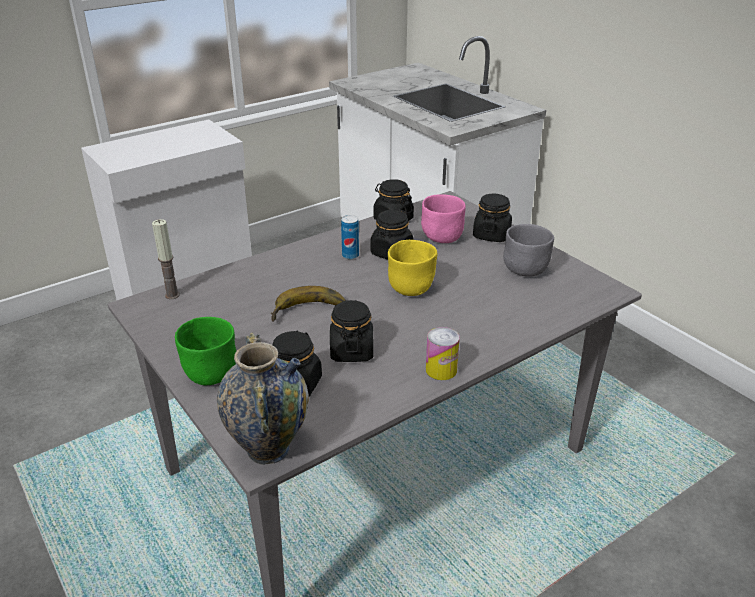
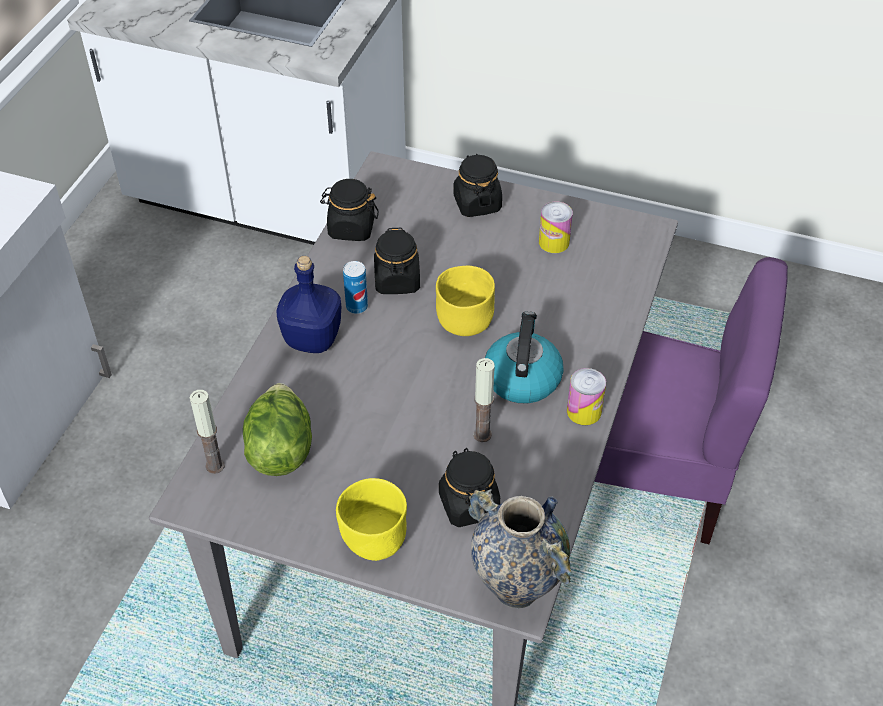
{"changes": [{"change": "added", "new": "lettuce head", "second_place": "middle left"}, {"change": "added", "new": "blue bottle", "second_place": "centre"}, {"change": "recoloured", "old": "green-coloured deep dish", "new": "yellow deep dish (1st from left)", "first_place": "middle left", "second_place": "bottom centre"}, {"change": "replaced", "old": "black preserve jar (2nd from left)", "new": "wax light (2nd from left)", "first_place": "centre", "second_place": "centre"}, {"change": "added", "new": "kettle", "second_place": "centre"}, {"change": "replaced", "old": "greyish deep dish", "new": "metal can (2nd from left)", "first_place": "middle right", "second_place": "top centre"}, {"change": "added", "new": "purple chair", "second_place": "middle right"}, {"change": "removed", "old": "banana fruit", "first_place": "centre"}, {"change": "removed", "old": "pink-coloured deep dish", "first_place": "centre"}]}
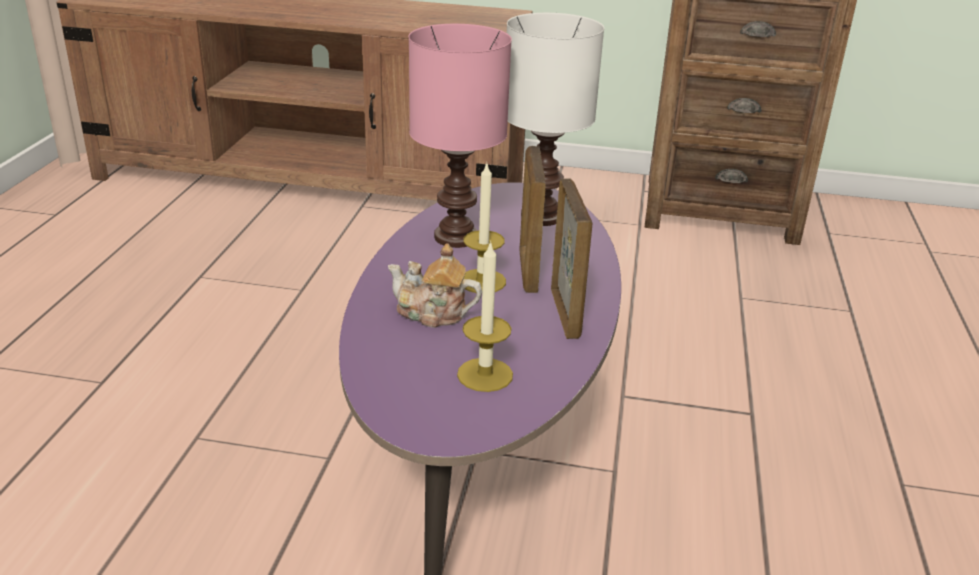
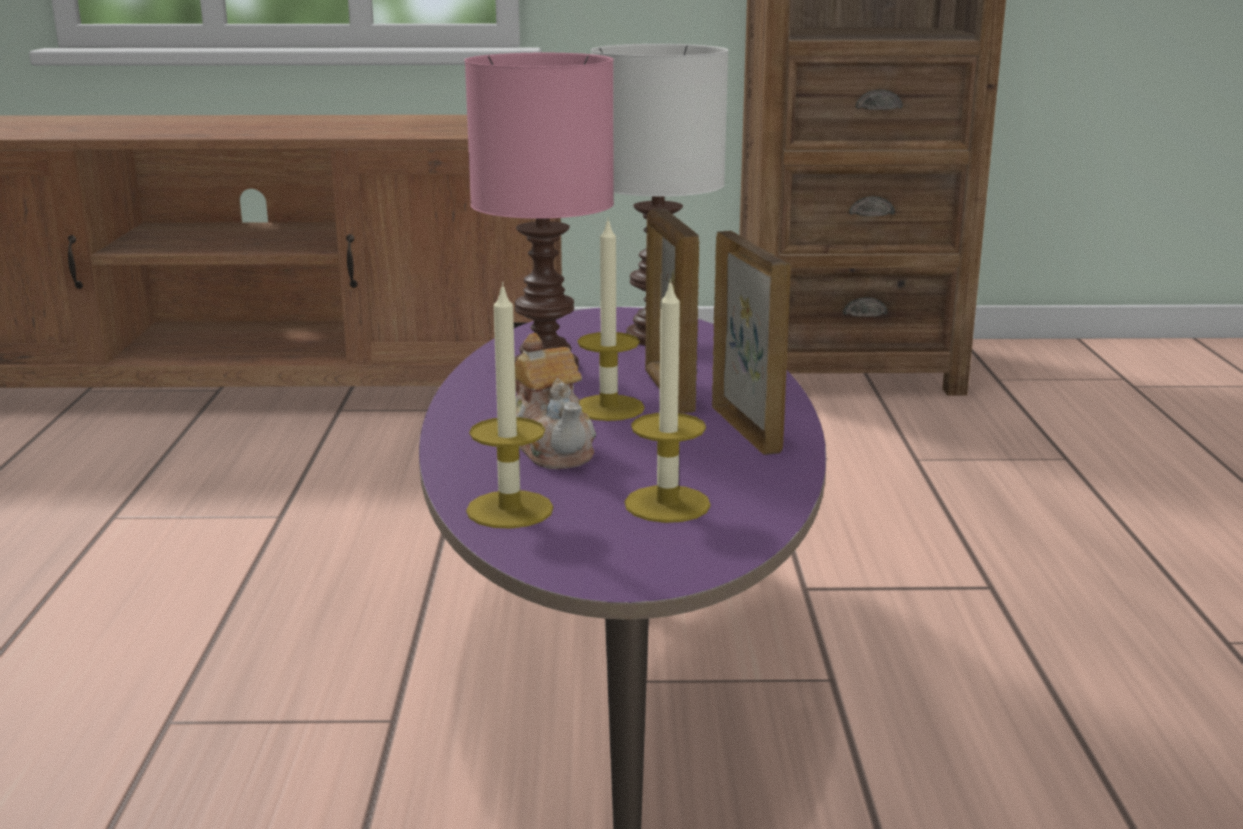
{"changes": [{"change": "added", "new": "wax light (1st from left)", "second_place": "centre"}, {"change": "turned", "old": "tea pot", "first_place": "centre", "second_place": "centre", "degrees": -120}]}
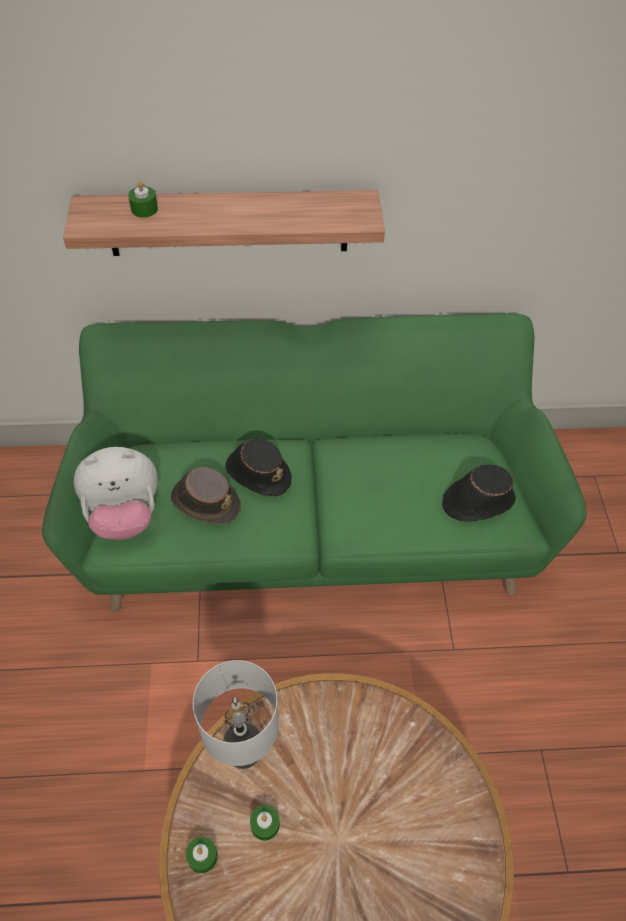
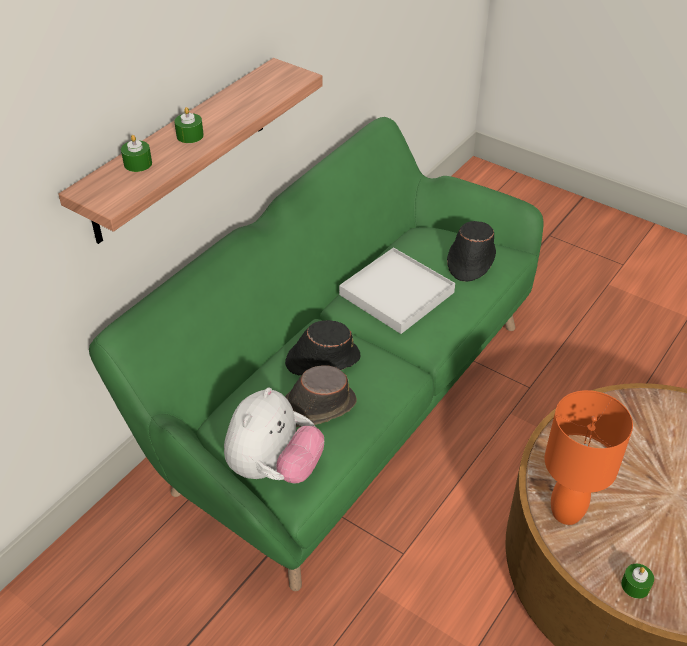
{"changes": [{"change": "moved", "old": "green-coloured wax light (3rd from left in the first image)", "new": "green-coloured wax light (2nd from left)", "first_place": "bottom centre", "second_place": "top left"}, {"change": "added", "new": "whitish carrying tray", "second_place": "centre"}, {"change": "recoloured", "old": "greyish tabletop lamp", "new": "orange-coloured tabletop lamp", "first_place": "bottom centre", "second_place": "bottom right"}]}
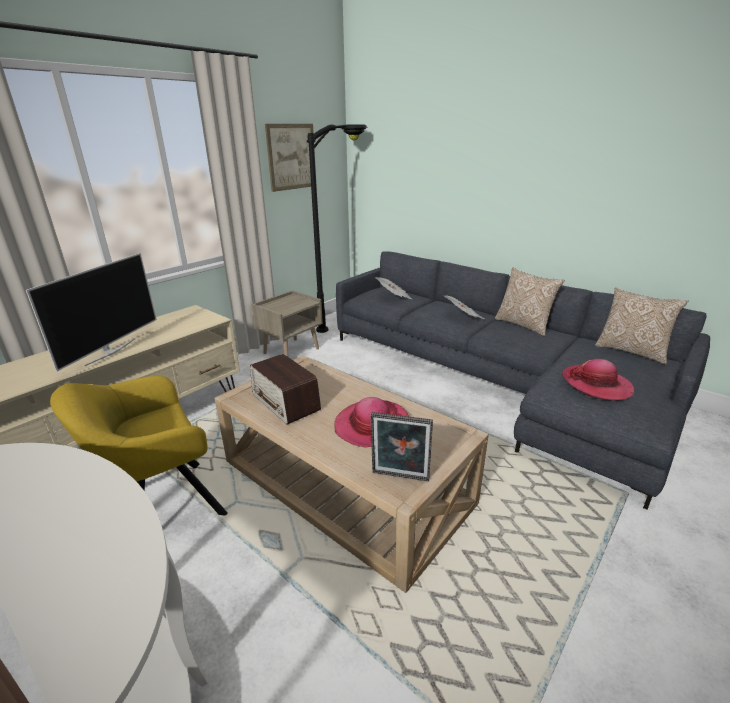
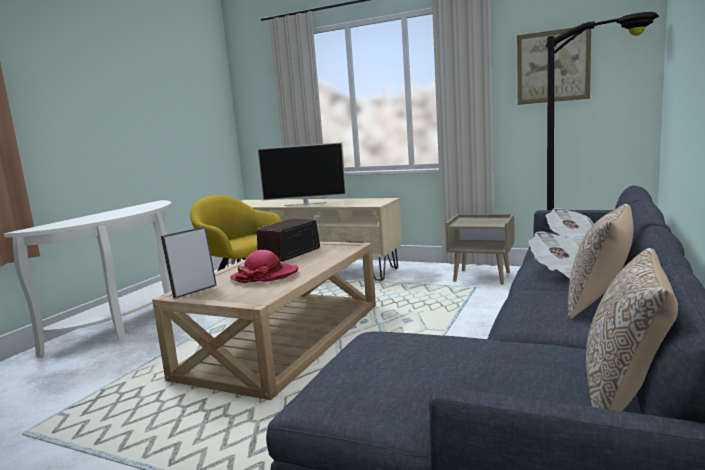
{"changes": [{"change": "turned", "old": "picture frame", "first_place": "centre", "second_place": "middle left", "degrees": 45}, {"change": "removed", "old": "hat (2nd from left)", "first_place": "middle right"}]}
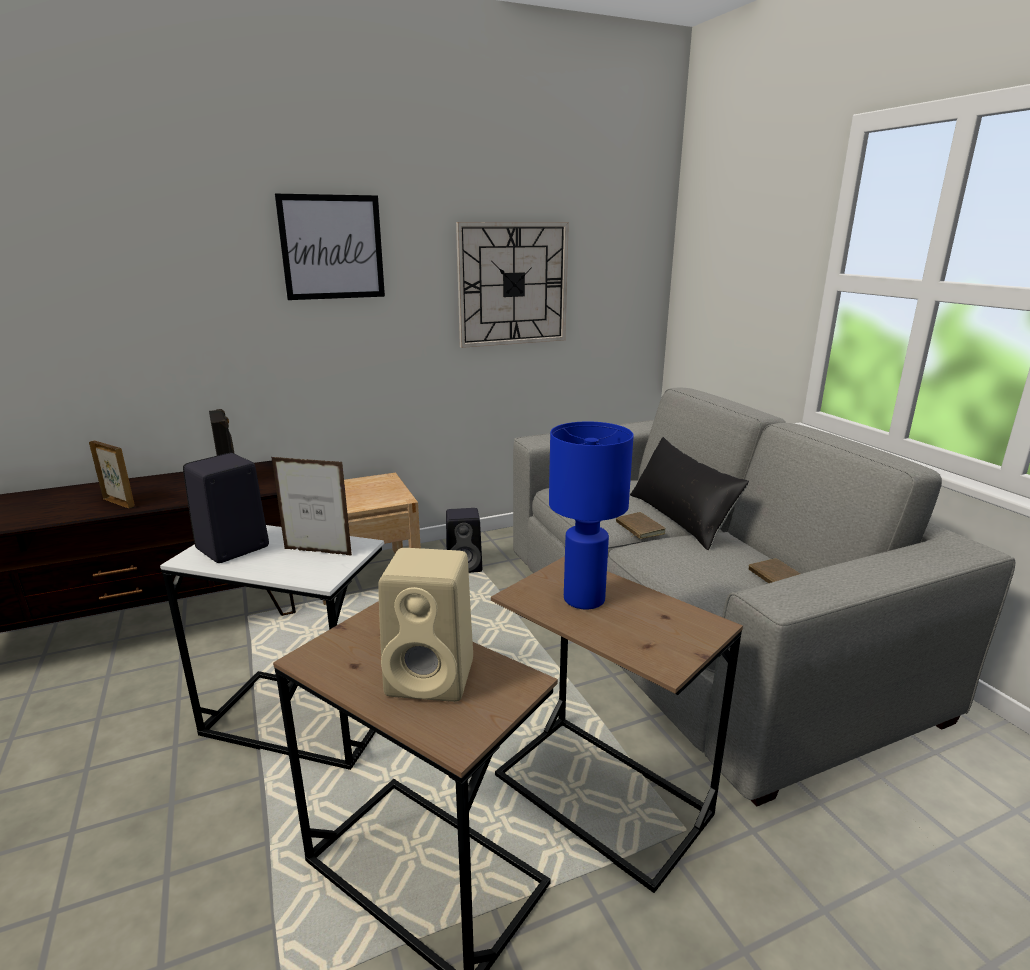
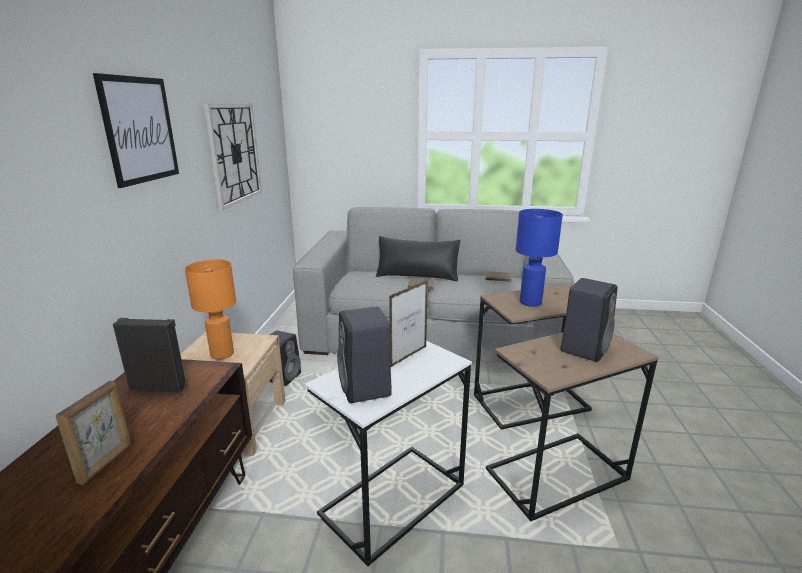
{"changes": [{"change": "turned", "old": "picture frame (1st from left)", "first_place": "middle left", "second_place": "bottom left", "degrees": 135}, {"change": "added", "new": "orange-coloured tabletop lamp", "second_place": "middle left"}, {"change": "recoloured", "old": "sand-coloured speaker", "new": "black speaker (4th from left)", "first_place": "centre", "second_place": "middle right"}]}
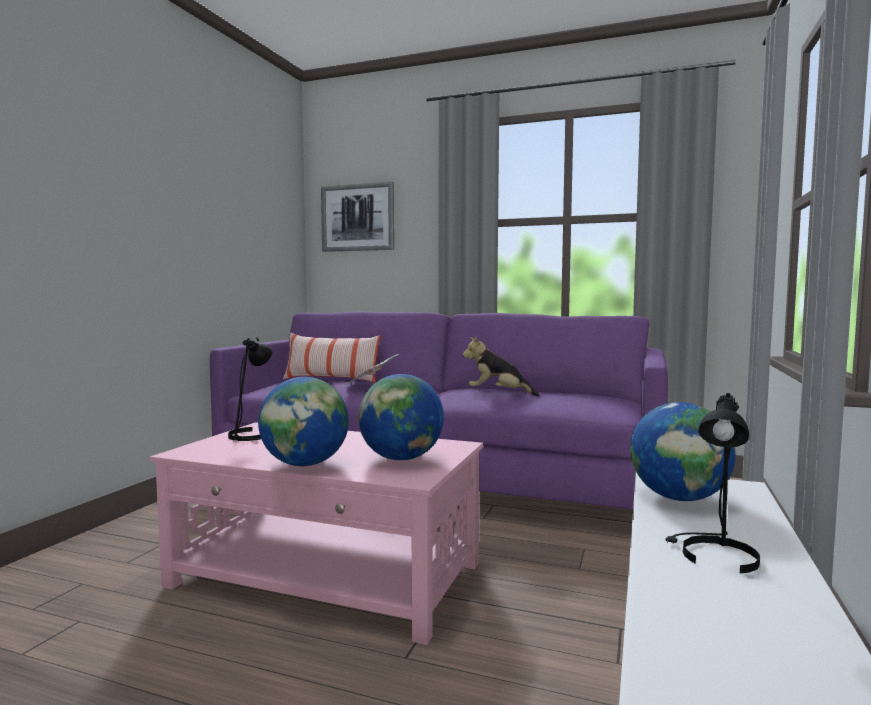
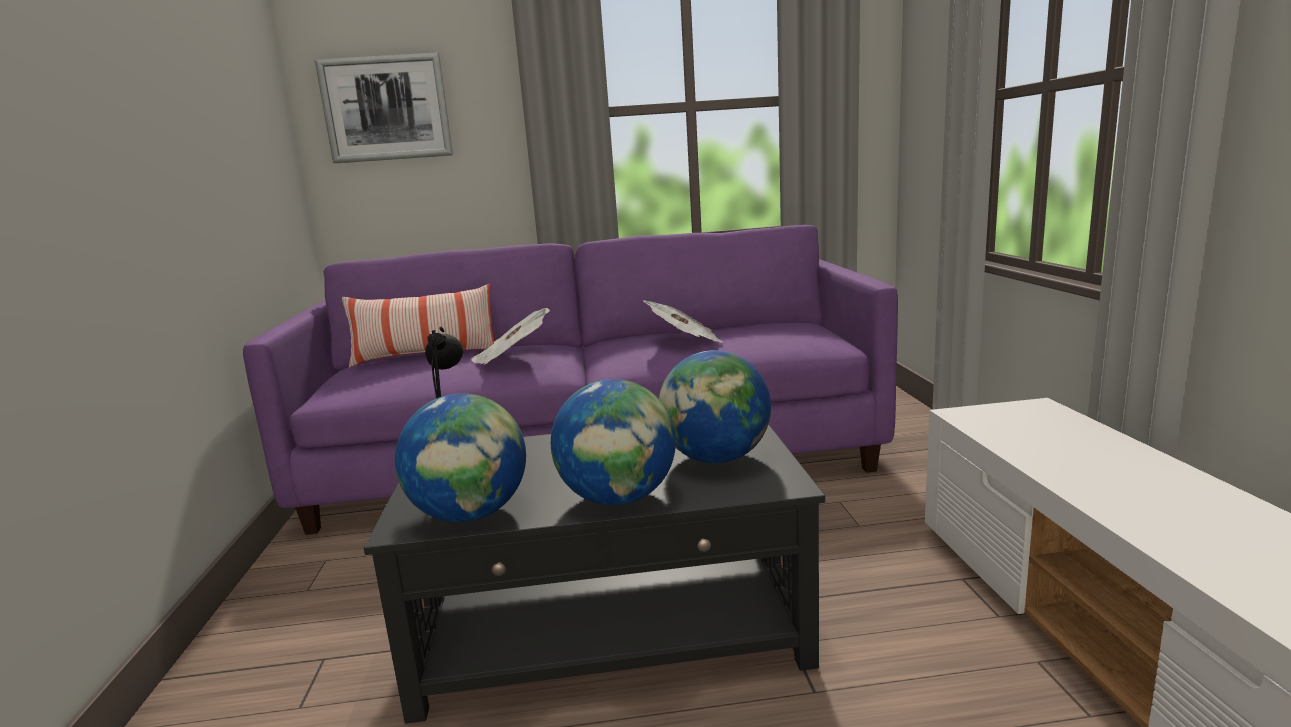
{"changes": [{"change": "recoloured", "old": "pink-coloured lounge table", "new": "black lounge table", "first_place": "bottom centre", "second_place": "bottom centre"}, {"change": "moved", "old": "world globe (3rd from left in the first image)", "new": "world globe (1st from left)", "first_place": "middle right", "second_place": "centre"}, {"change": "replaced", "old": "cuddly toy", "new": "daily paper (2nd from left)", "first_place": "centre", "second_place": "centre"}, {"change": "removed", "old": "black tabletop lamp (2nd from left)", "first_place": "bottom right"}]}
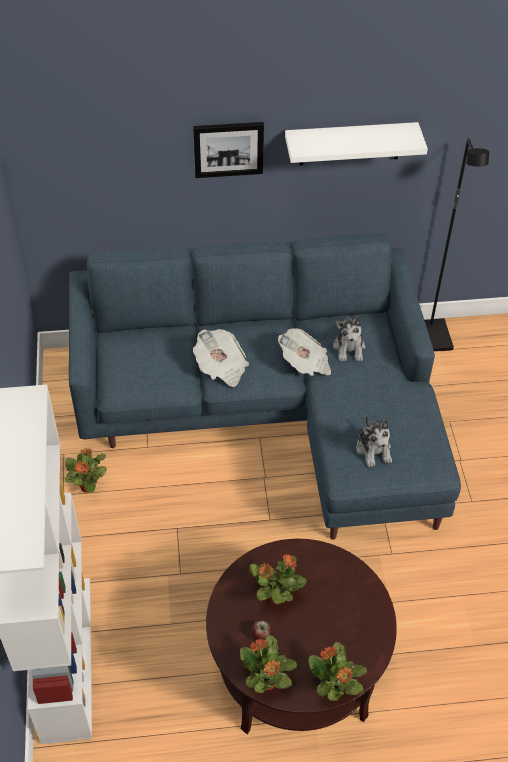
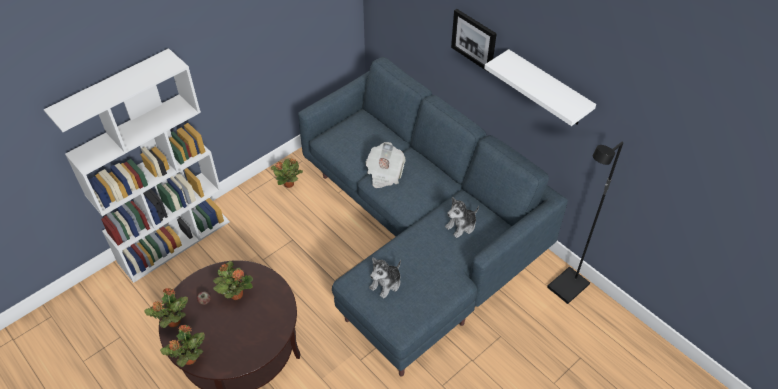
{"changes": [{"change": "removed", "old": "daily paper (2nd from left)", "first_place": "centre"}]}
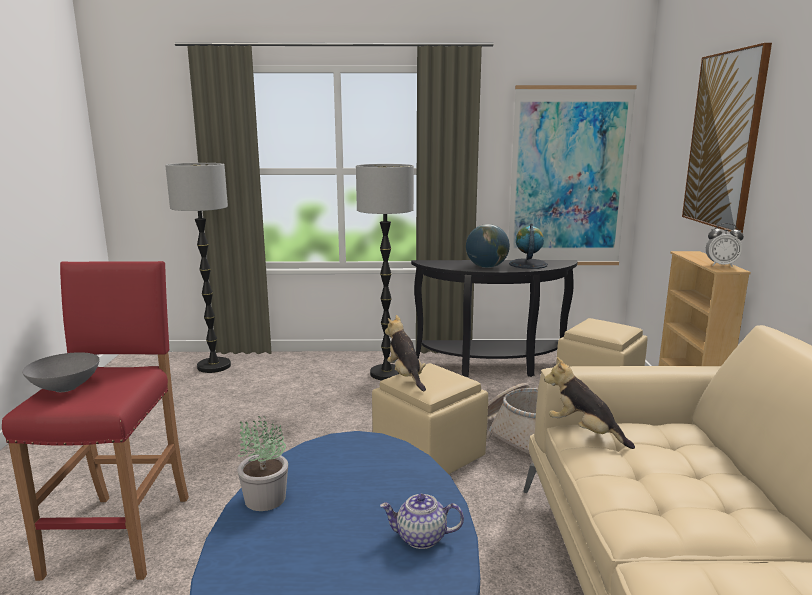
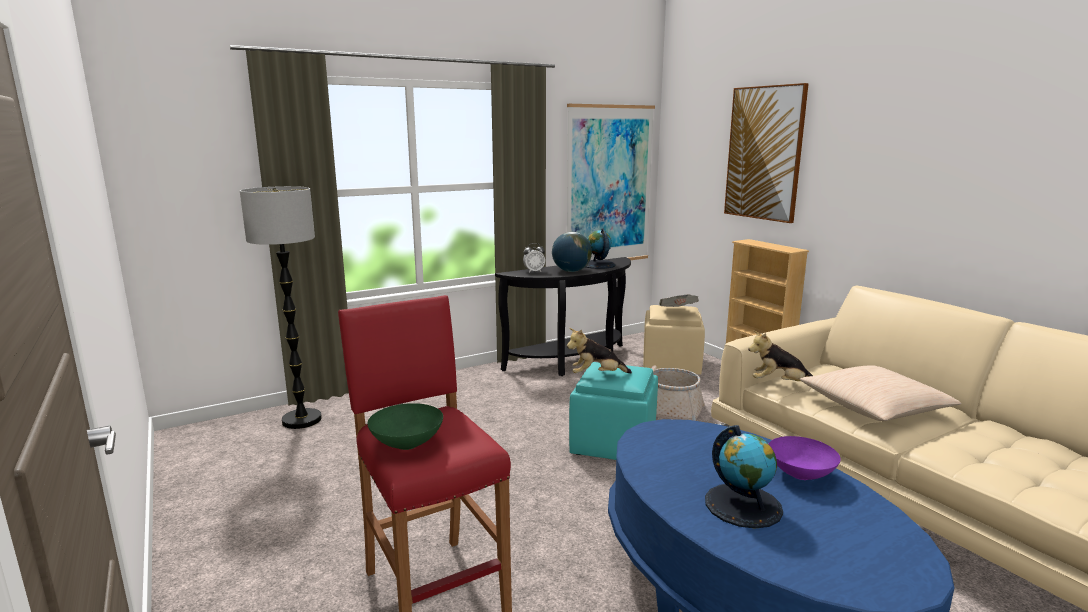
{"changes": [{"change": "recoloured", "old": "greyish deep dish", "new": "green-coloured deep dish", "first_place": "middle left", "second_place": "bottom centre"}, {"change": "moved", "old": "alarm clock", "first_place": "middle right", "second_place": "centre"}, {"change": "turned", "old": "cuddly toy (1st from left)", "first_place": "centre", "second_place": "centre", "degrees": -45}, {"change": "recoloured", "old": "sand-coloured ottoman (1st from left)", "new": "turquoise ottoman", "first_place": "bottom centre", "second_place": "bottom centre"}, {"change": "added", "new": "daily paper", "second_place": "centre"}, {"change": "added", "new": "world globe (3rd from left)", "second_place": "bottom right"}, {"change": "replaced", "old": "tea pot", "new": "purple deep dish", "first_place": "bottom centre", "second_place": "bottom right"}, {"change": "added", "new": "sand-coloured pillow", "second_place": "middle right"}, {"change": "removed", "old": "houseplant", "first_place": "bottom left"}, {"change": "removed", "old": "floor lamp (2nd from left)", "first_place": "centre"}]}
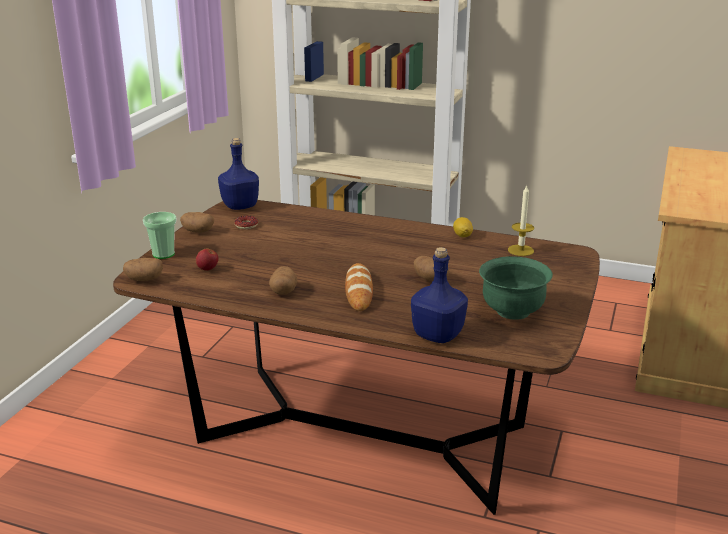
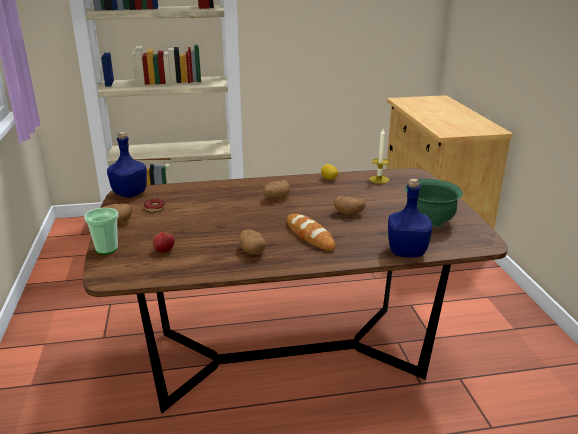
{"changes": [{"change": "moved", "old": "whole potato (1st from left in the first image)", "new": "whole potato (3rd from left)", "first_place": "middle left", "second_place": "centre"}]}
